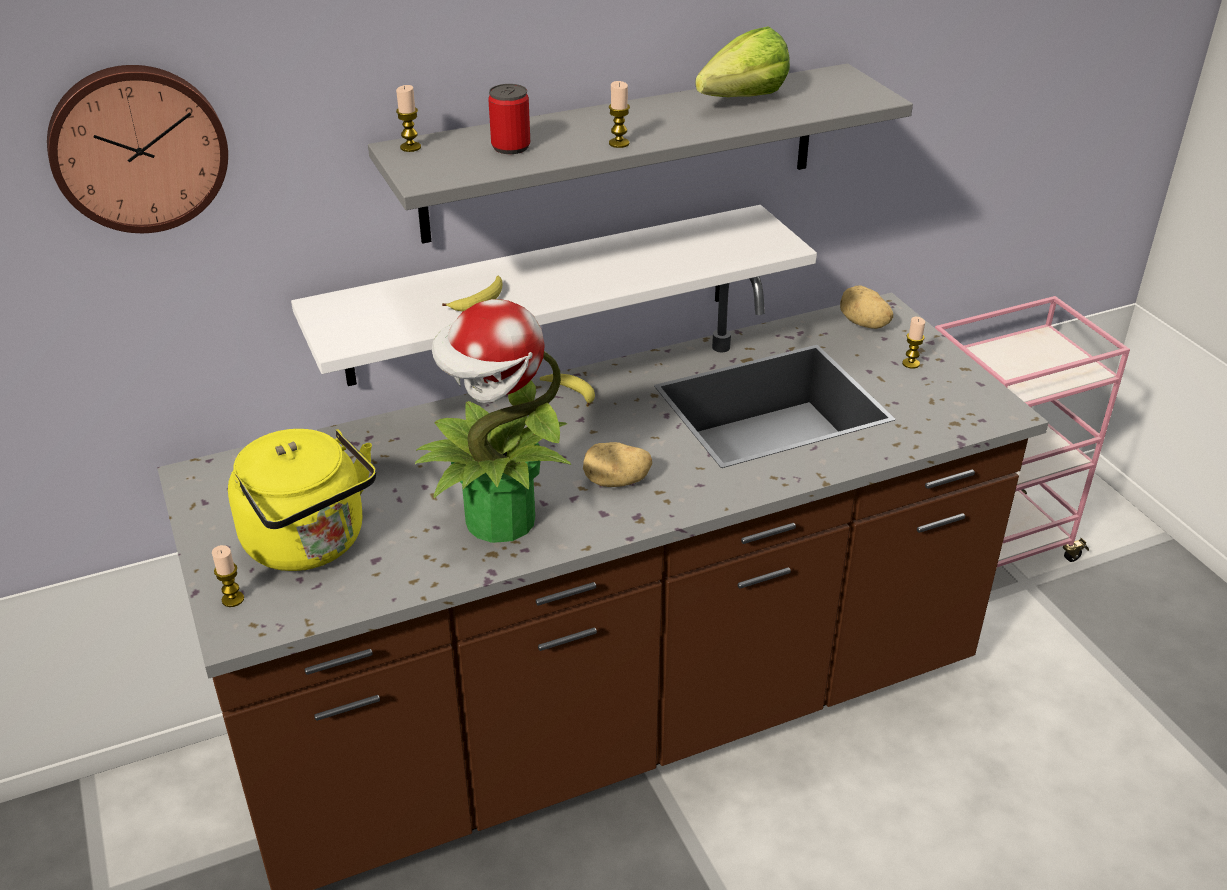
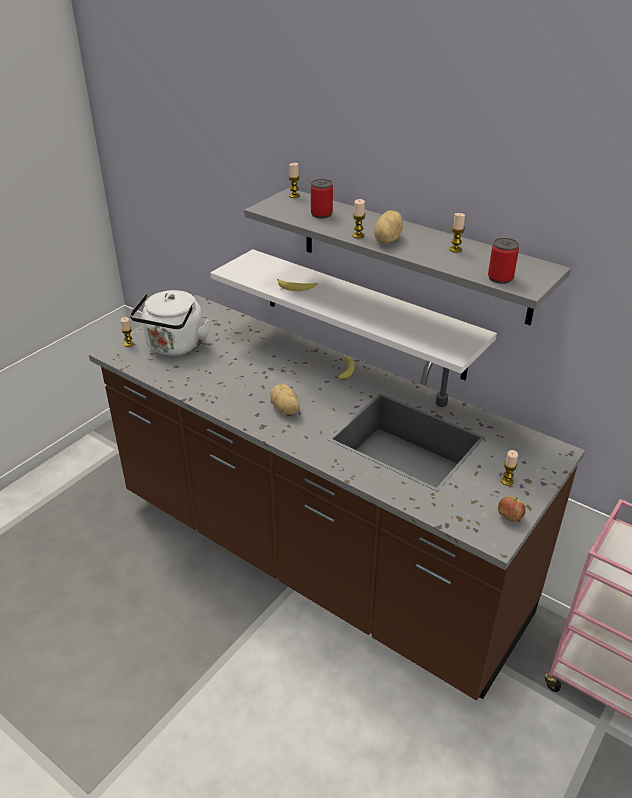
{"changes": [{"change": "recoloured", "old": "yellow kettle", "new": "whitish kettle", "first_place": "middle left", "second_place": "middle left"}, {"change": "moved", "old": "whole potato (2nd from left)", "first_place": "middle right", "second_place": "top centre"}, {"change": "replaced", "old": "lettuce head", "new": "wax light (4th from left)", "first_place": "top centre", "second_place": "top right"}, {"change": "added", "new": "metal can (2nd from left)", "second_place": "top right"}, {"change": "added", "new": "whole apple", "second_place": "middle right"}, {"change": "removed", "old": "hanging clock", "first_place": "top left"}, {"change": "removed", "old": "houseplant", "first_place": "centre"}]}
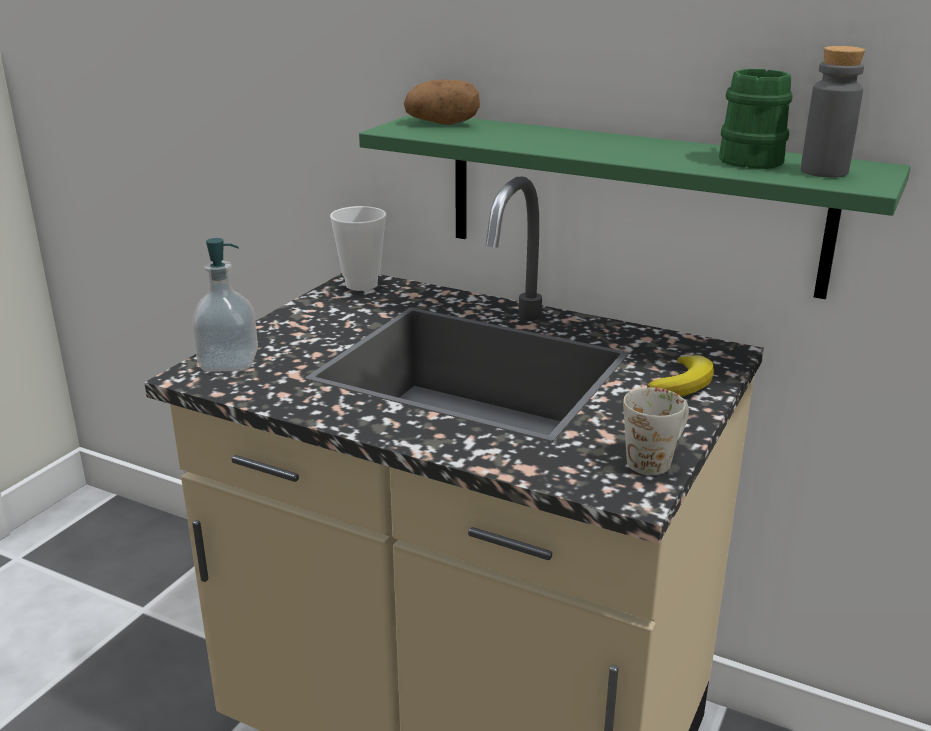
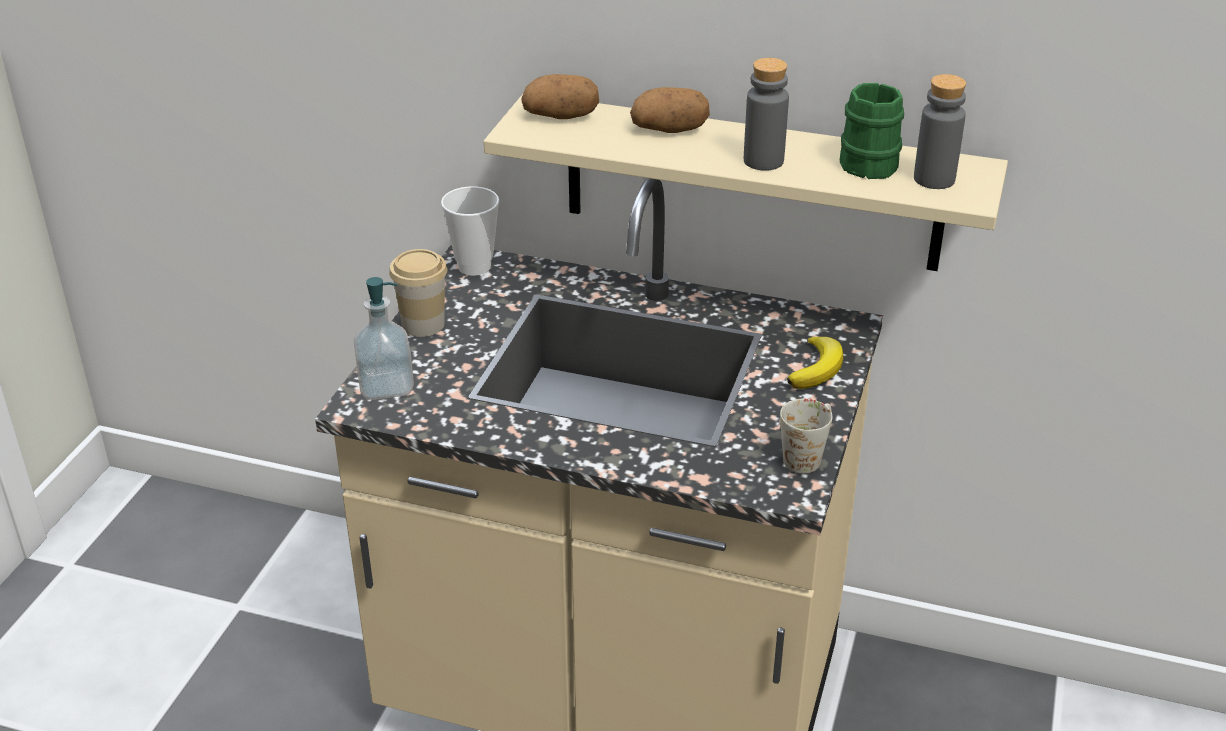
{"changes": [{"change": "added", "new": "cup (1st from left)", "second_place": "centre"}, {"change": "recoloured", "old": "green-coloured bracket shelf", "new": "sand-coloured bracket shelf", "first_place": "top right", "second_place": "top centre"}, {"change": "added", "new": "whole potato (2nd from left)", "second_place": "top centre"}, {"change": "added", "new": "greyish bottle (1st from left)", "second_place": "top centre"}]}
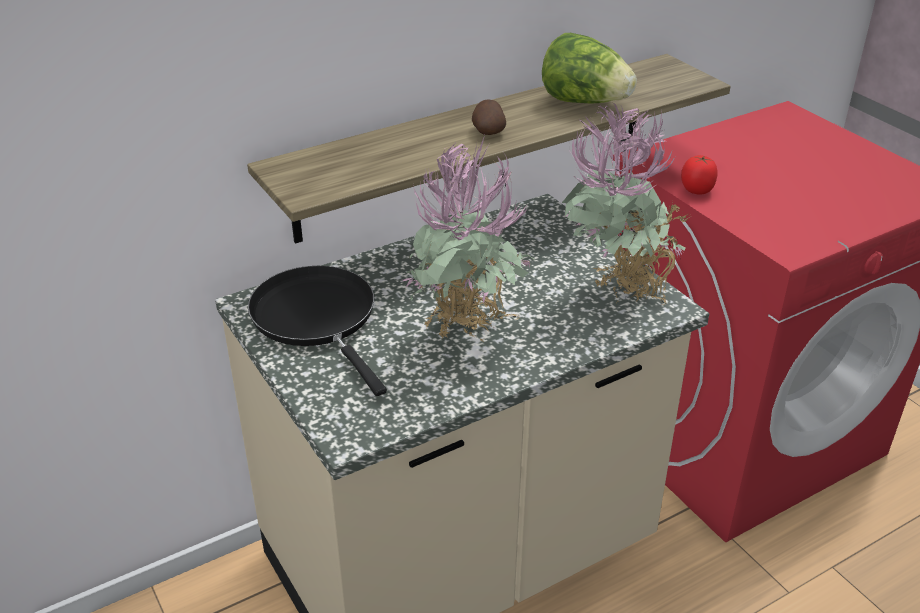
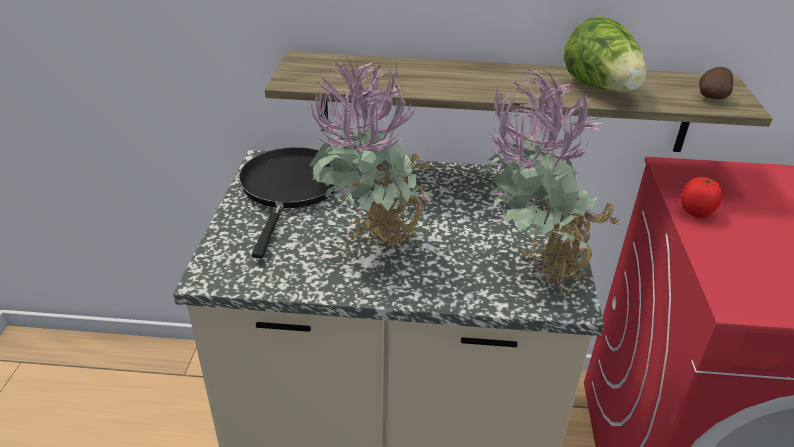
{"changes": [{"change": "moved", "old": "whole potato", "first_place": "top centre", "second_place": "top right"}]}
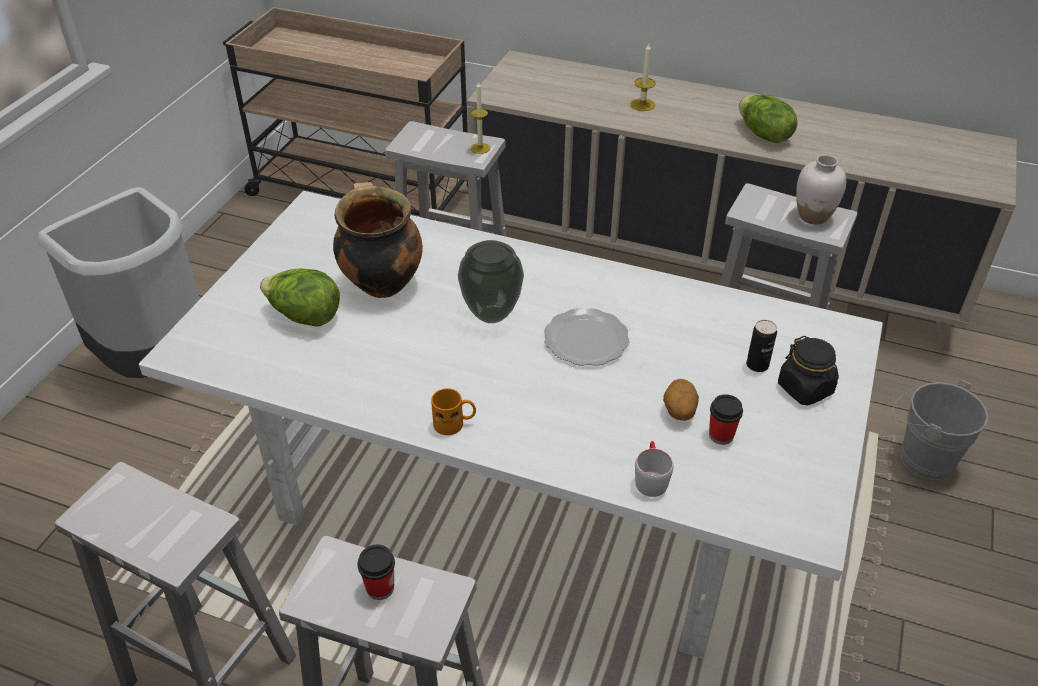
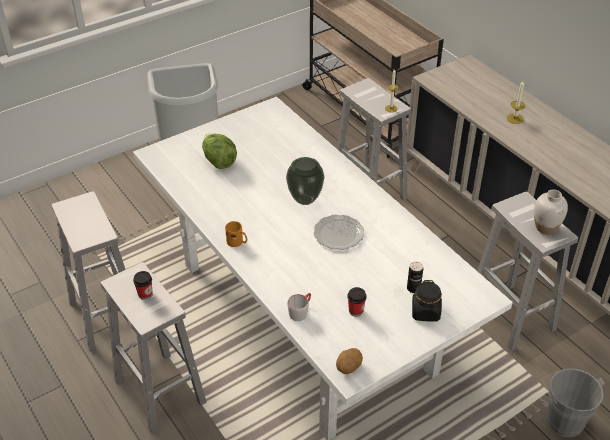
{"changes": [{"change": "moved", "old": "whole potato", "first_place": "centre", "second_place": "bottom centre"}, {"change": "removed", "old": "saucepot", "first_place": "centre"}, {"change": "removed", "old": "lettuce head (2nd from left)", "first_place": "top right"}]}
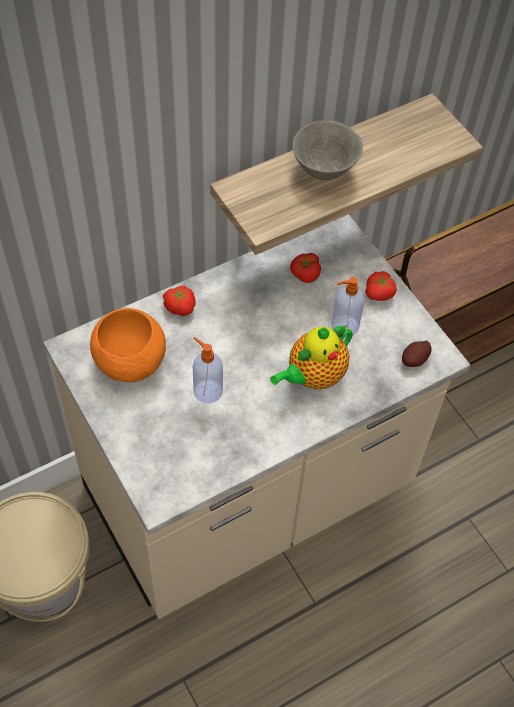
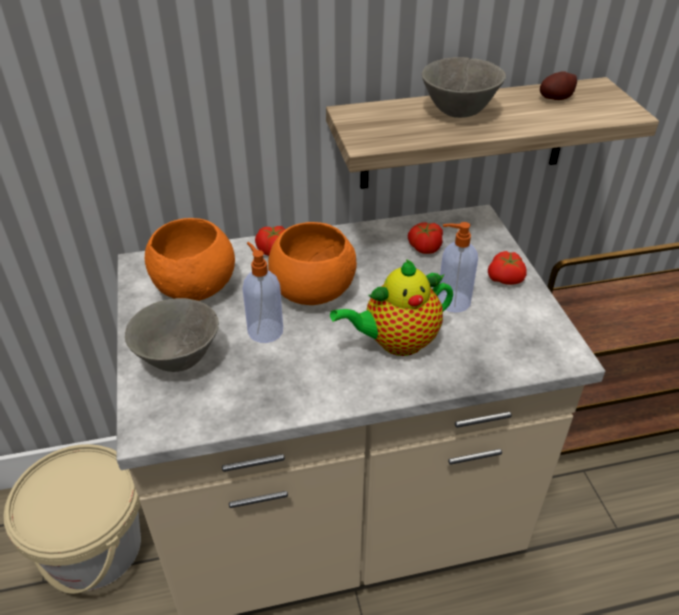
{"changes": [{"change": "added", "new": "greyish deep dish (1st from left)", "second_place": "middle left"}, {"change": "added", "new": "orange-coloured deep dish (2nd from left)", "second_place": "centre"}, {"change": "moved", "old": "whole potato", "first_place": "middle right", "second_place": "top right"}]}
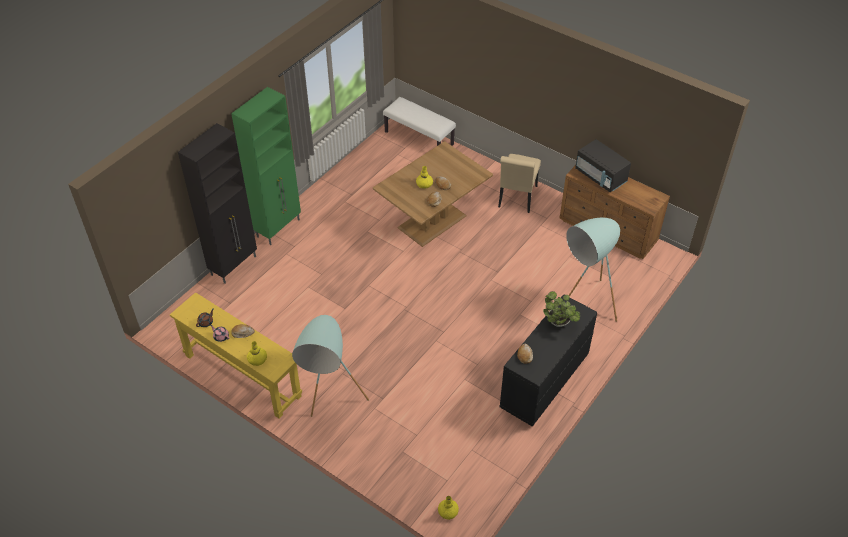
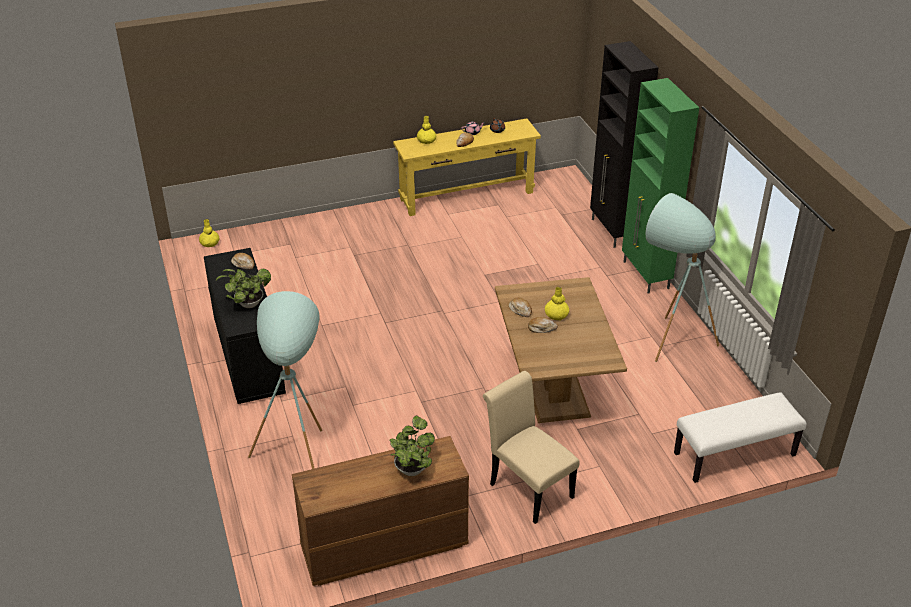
{"changes": [{"change": "replaced", "old": "black kitchen microwave", "new": "houseplant (2nd from left)", "first_place": "top right", "second_place": "bottom centre"}, {"change": "moved", "old": "turquoise floor lamp (1st from left in the first image)", "new": "turquoise floor lamp (2nd from left)", "first_place": "bottom centre", "second_place": "middle right"}]}
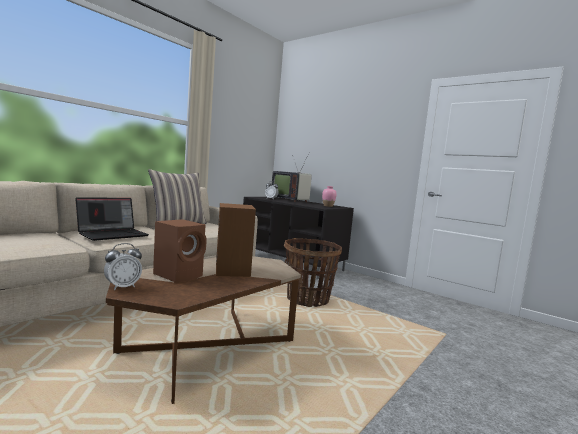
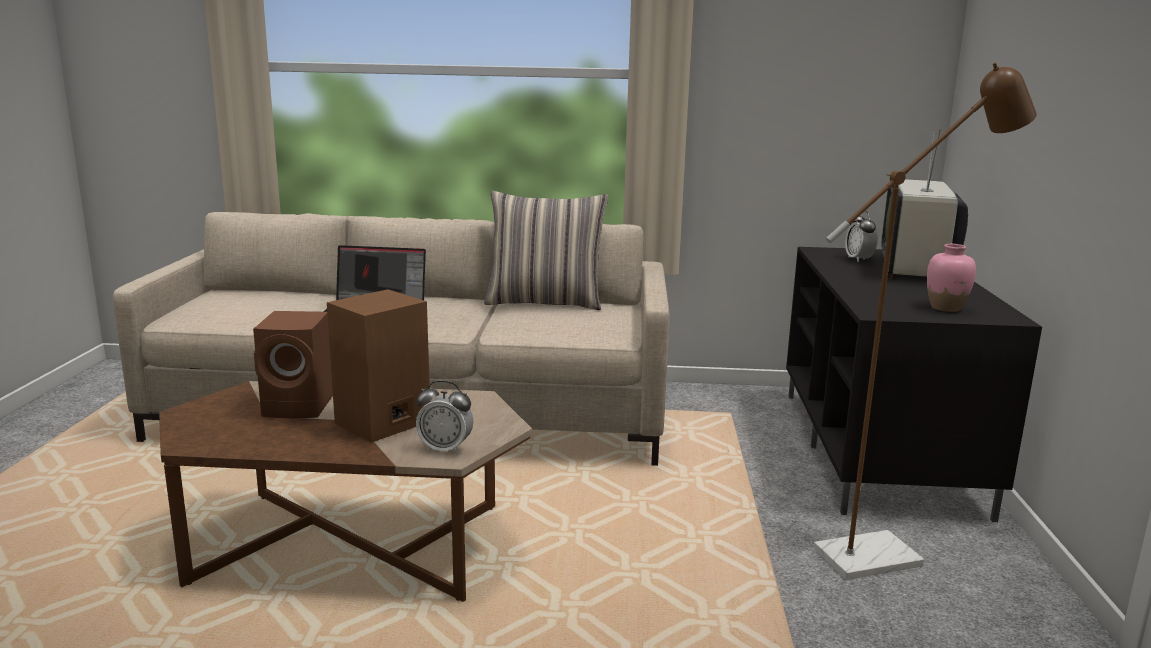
{"changes": [{"change": "moved", "old": "alarm clock (1st from left)", "first_place": "middle left", "second_place": "centre"}, {"change": "added", "new": "brown-coloured floor lamp", "second_place": "middle right"}, {"change": "removed", "old": "storage basket", "first_place": "centre"}]}
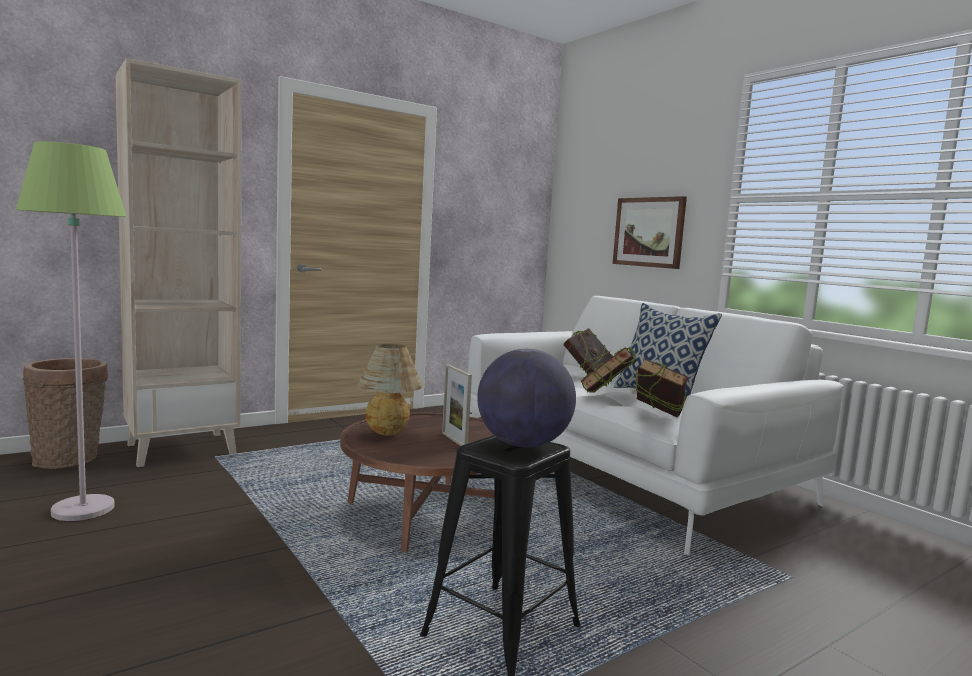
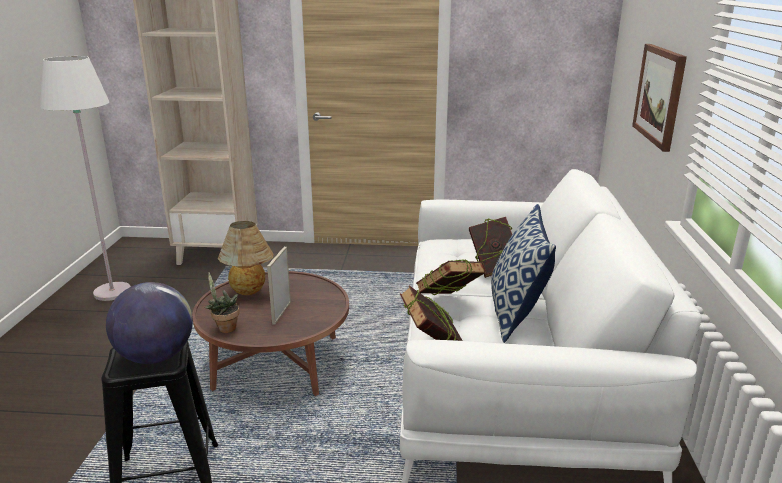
{"changes": [{"change": "recoloured", "old": "green-coloured floor lamp", "new": "whitish floor lamp", "first_place": "middle left", "second_place": "middle left"}, {"change": "added", "new": "houseplant", "second_place": "middle left"}, {"change": "removed", "old": "storage basket", "first_place": "middle left"}]}
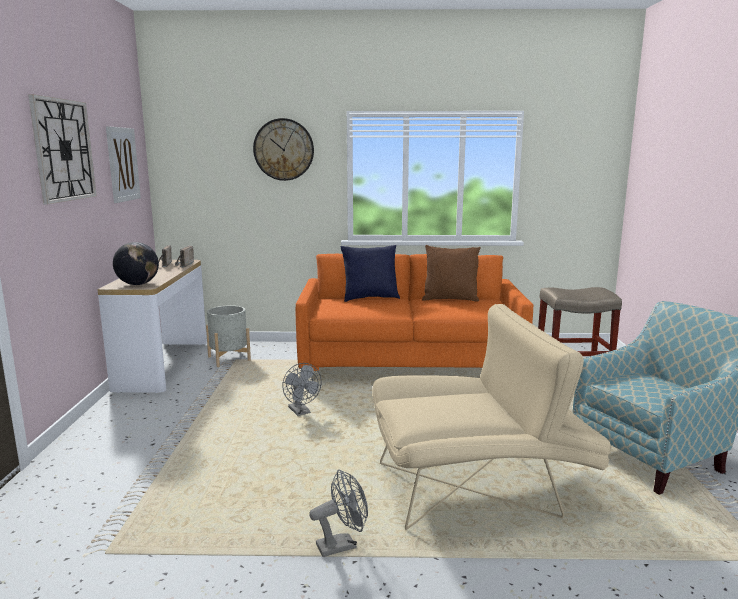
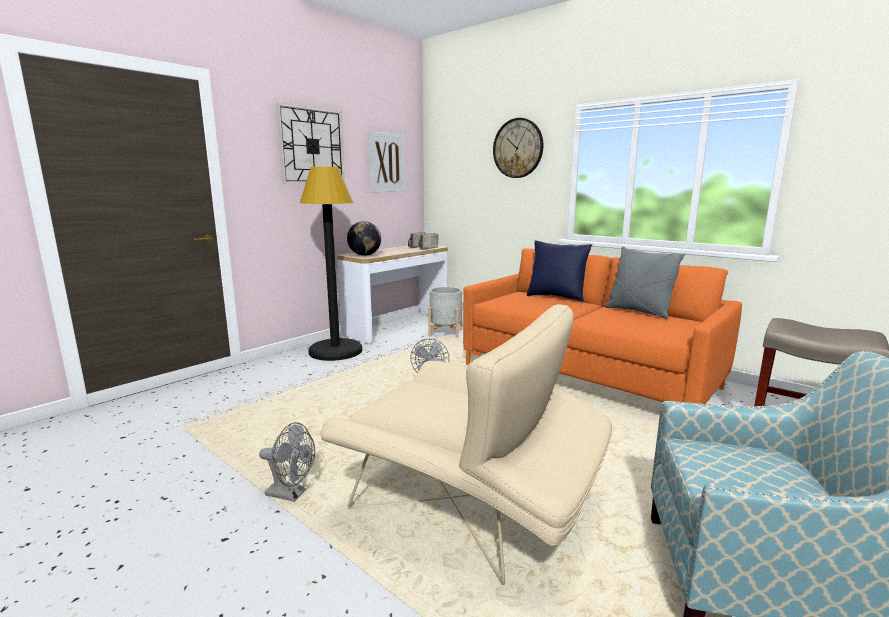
{"changes": [{"change": "added", "new": "black floor lamp", "second_place": "centre"}, {"change": "recoloured", "old": "brown-coloured pillow", "new": "greyish pillow", "first_place": "centre", "second_place": "middle right"}]}
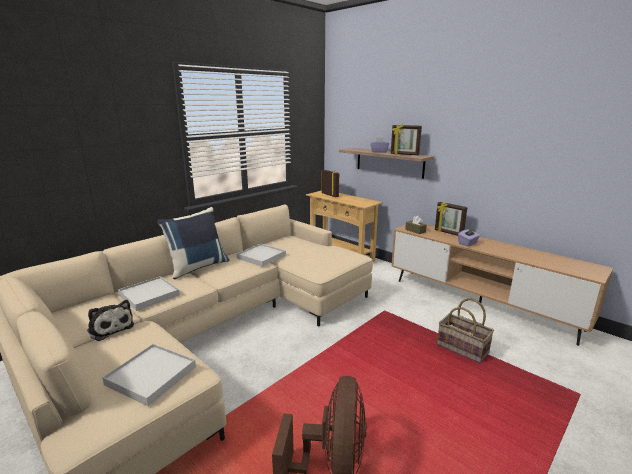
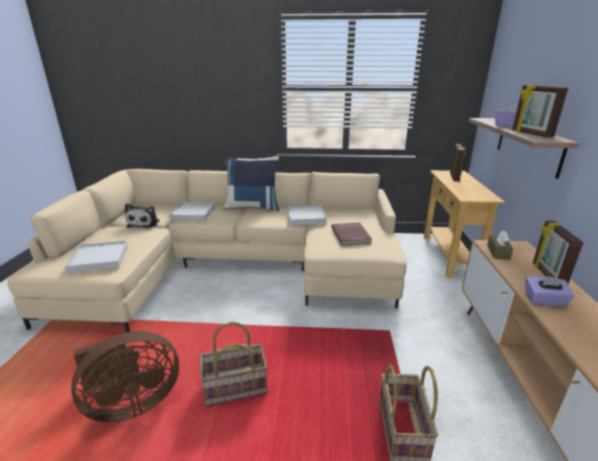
{"changes": [{"change": "added", "new": "storage basket (1st from left)", "second_place": "bottom centre"}, {"change": "added", "new": "red bound book", "second_place": "centre"}]}
